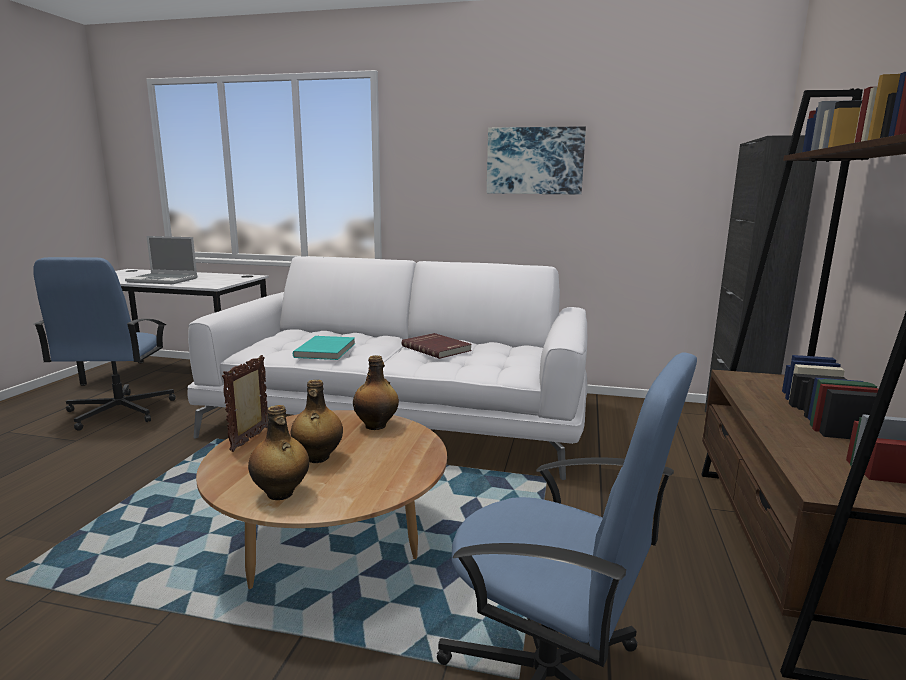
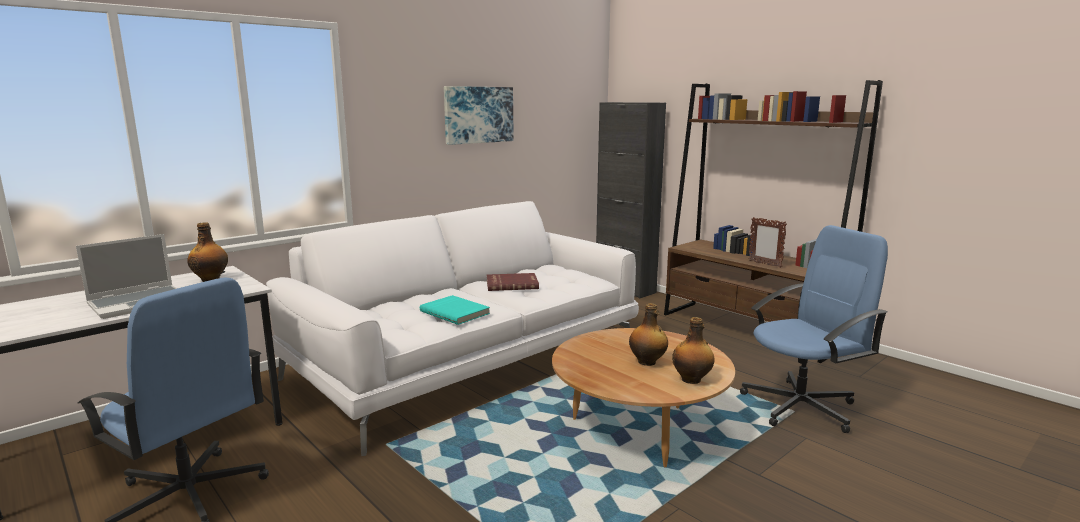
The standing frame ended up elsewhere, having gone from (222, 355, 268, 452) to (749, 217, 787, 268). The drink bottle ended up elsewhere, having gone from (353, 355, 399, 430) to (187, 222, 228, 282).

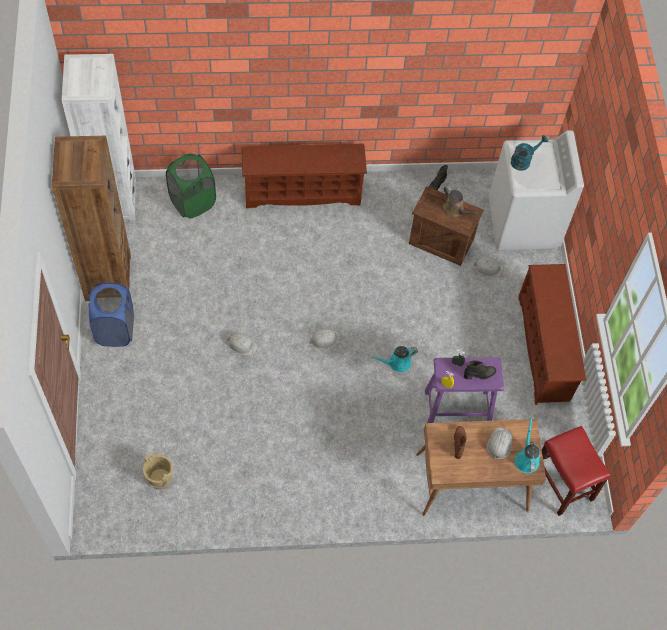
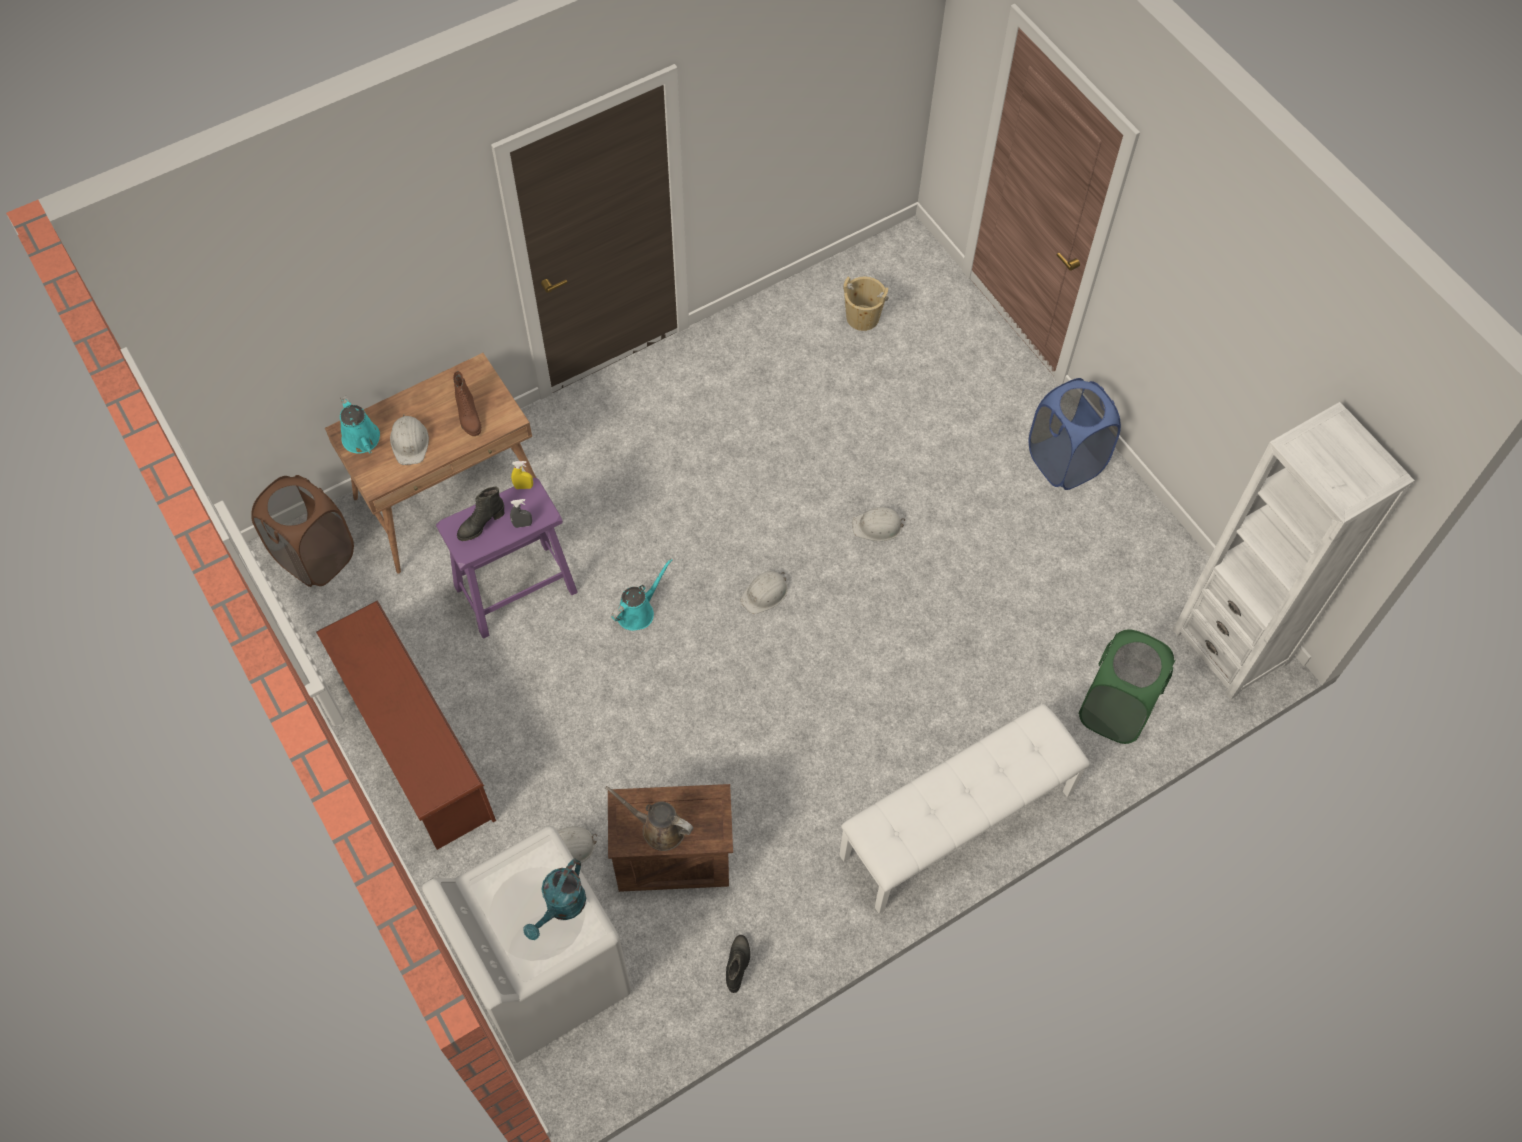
The second view lost the brown-coloured bookshelf at (52, 136, 131, 301). Where the brown-coloured shoe rack stood at (241, 144, 367, 208), the white-coloured long seat came to stand at (840, 704, 1090, 914). Where the reddish sitting stool stood at (542, 426, 611, 516), the brown-coloured laundry basket came to stand at (251, 475, 354, 587).

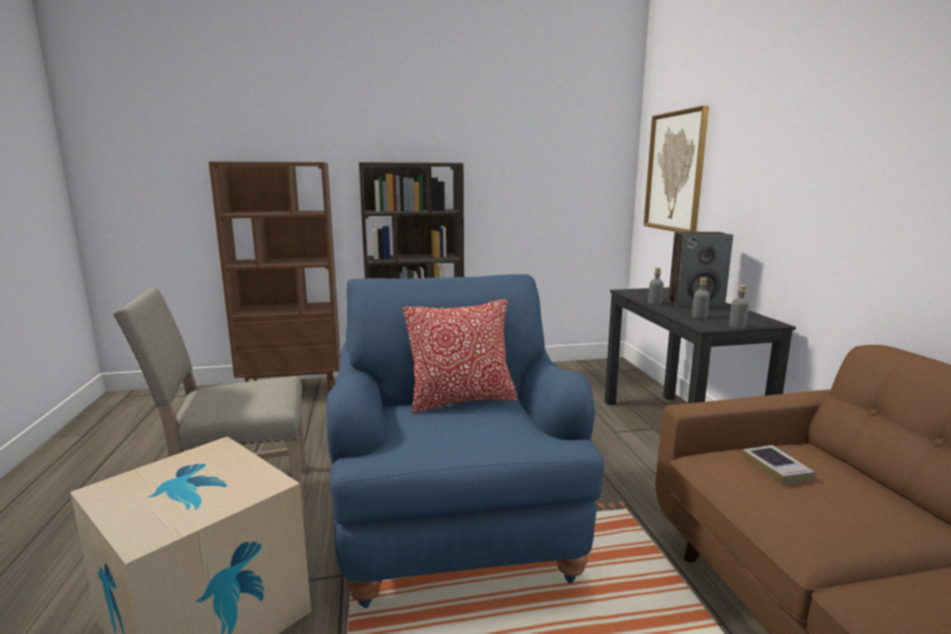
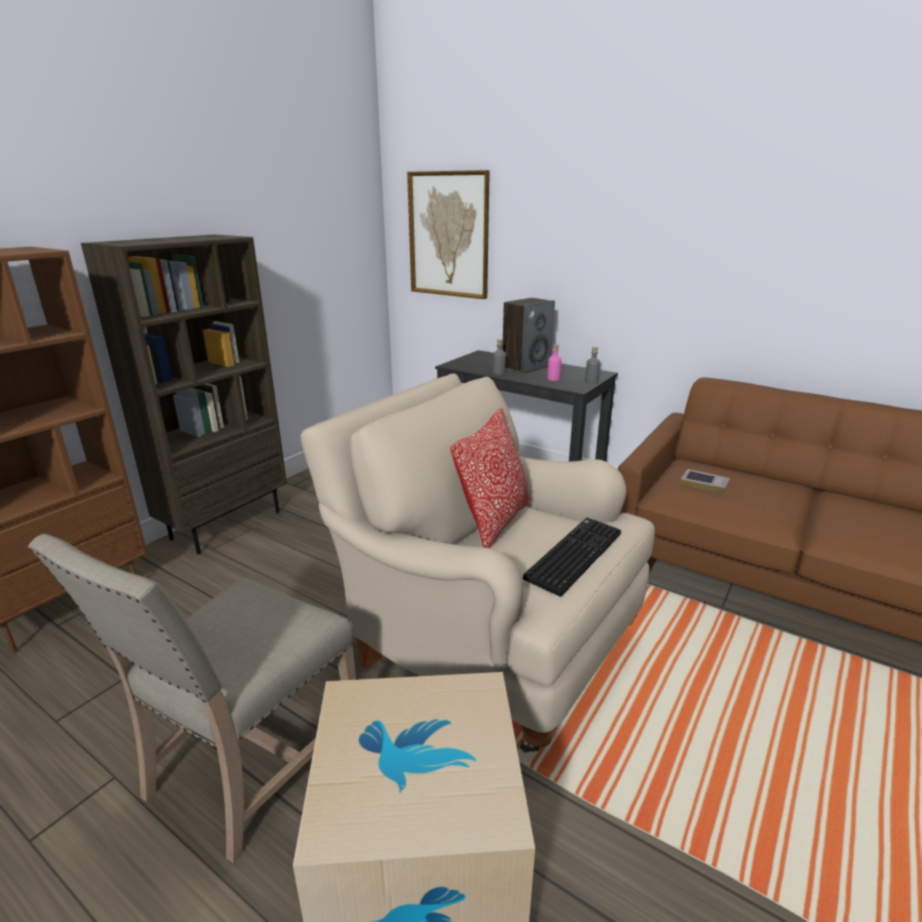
What was the blue easy chair at (327, 274, 604, 608) turned into the sand-coloured easy chair at (301, 373, 655, 753). What was the gray drink bottle at (692, 278, 710, 318) turned into the pinkish drink bottle at (547, 344, 562, 381). The second view gained the keyboard at (523, 518, 621, 597).

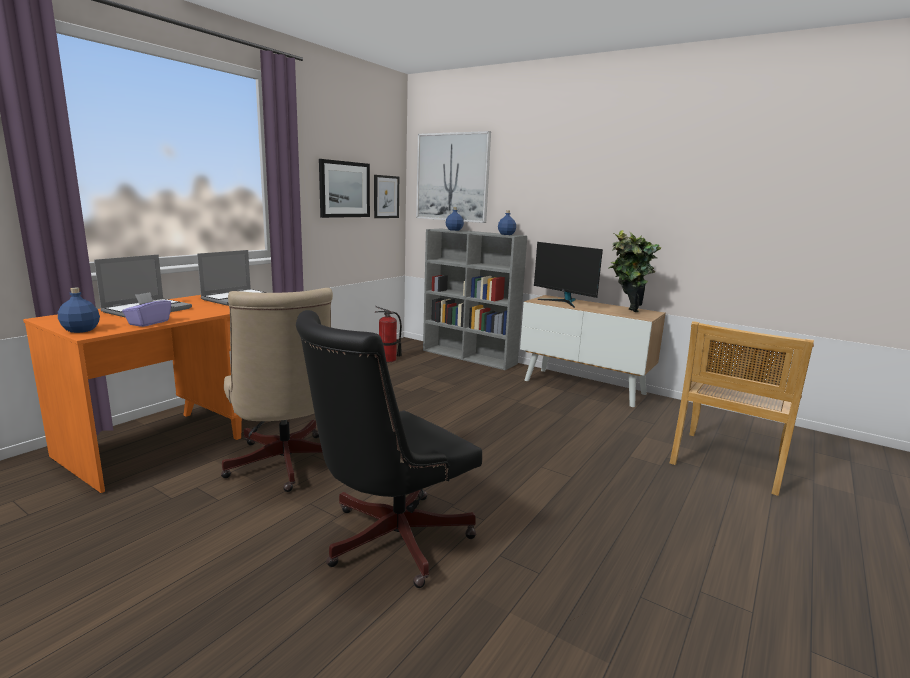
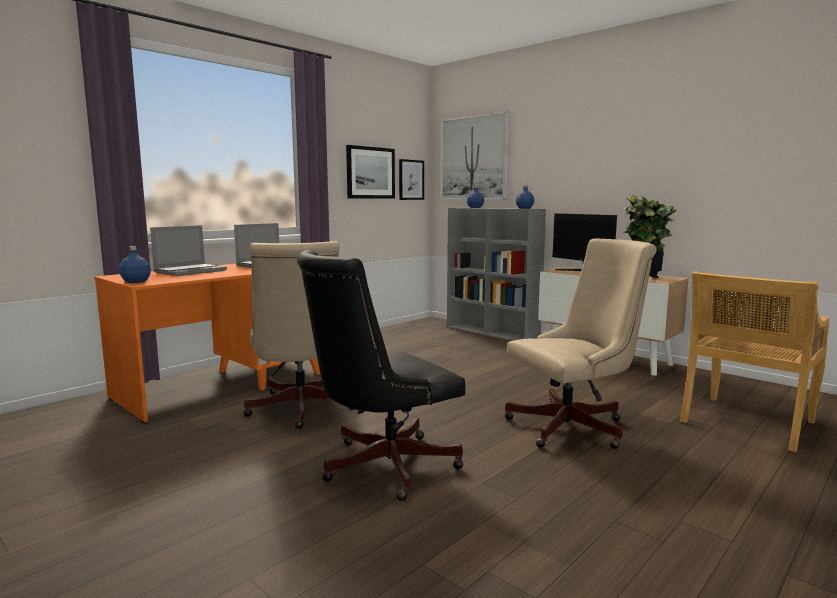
The second view lost the purple-coloured box of tissues at (122, 292, 171, 327). The second view lost the fire extinguisher at (375, 306, 402, 362). The second view gained the sand-coloured computer chair at (505, 238, 657, 449).

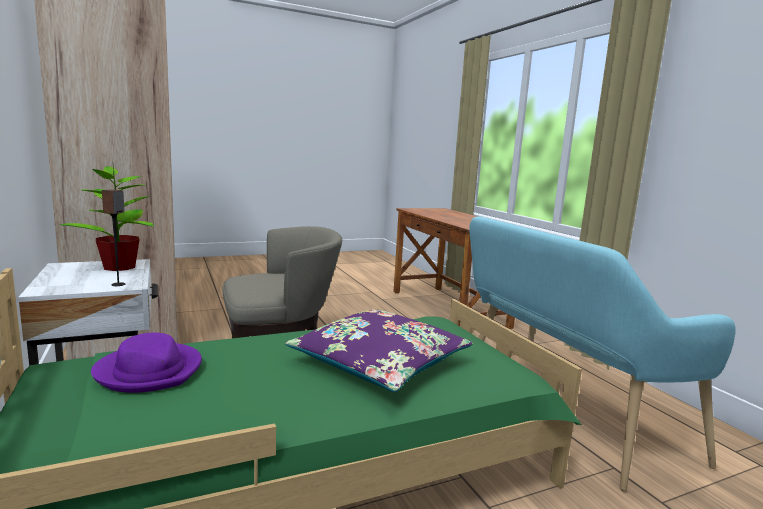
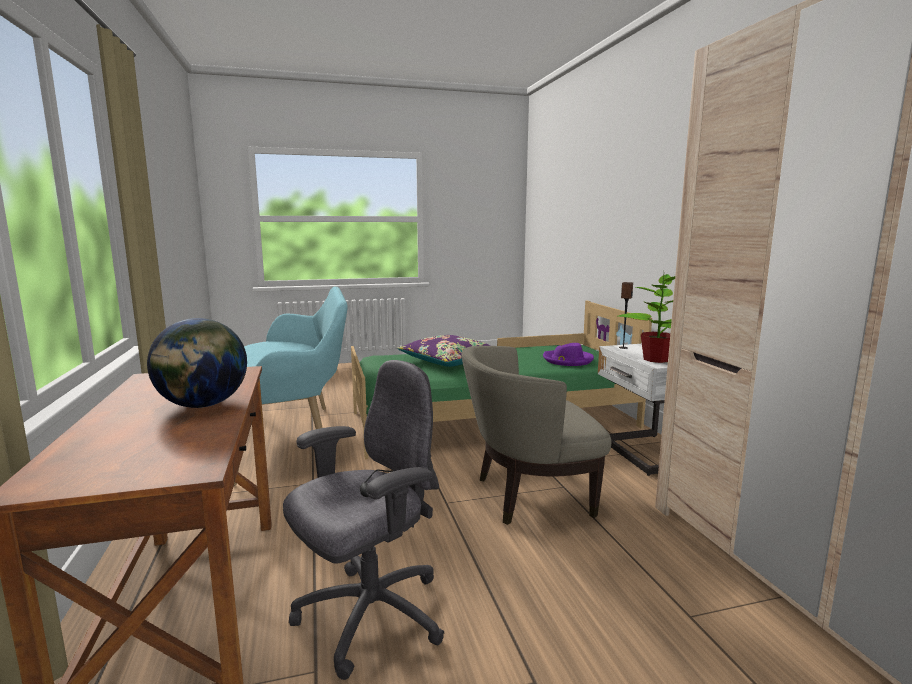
The second view gained the world globe at (147, 318, 247, 408). The second view gained the gray computer chair at (283, 360, 445, 680).

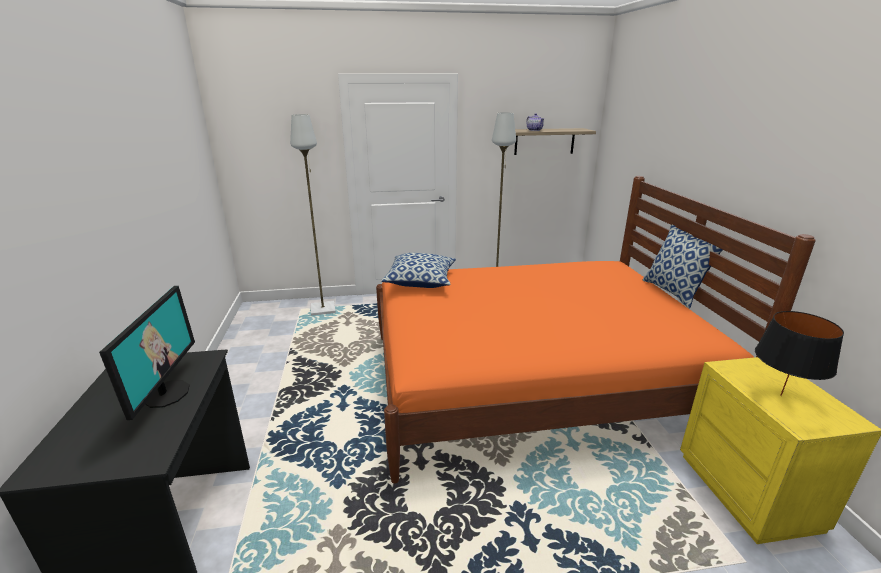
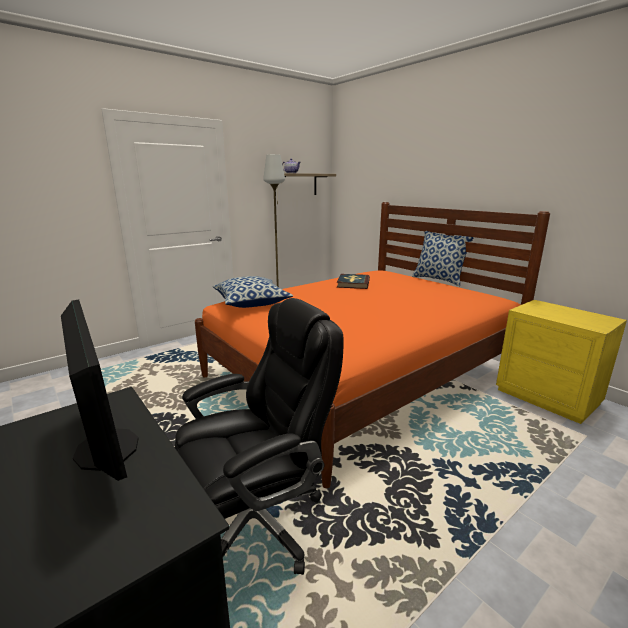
The second view lost the gray standard lamp at (290, 114, 336, 316). The second view lost the blackish lamp for a table at (755, 311, 844, 396). The second view gained the book at (337, 274, 370, 289). The second view gained the blackish computer chair at (175, 298, 344, 575).

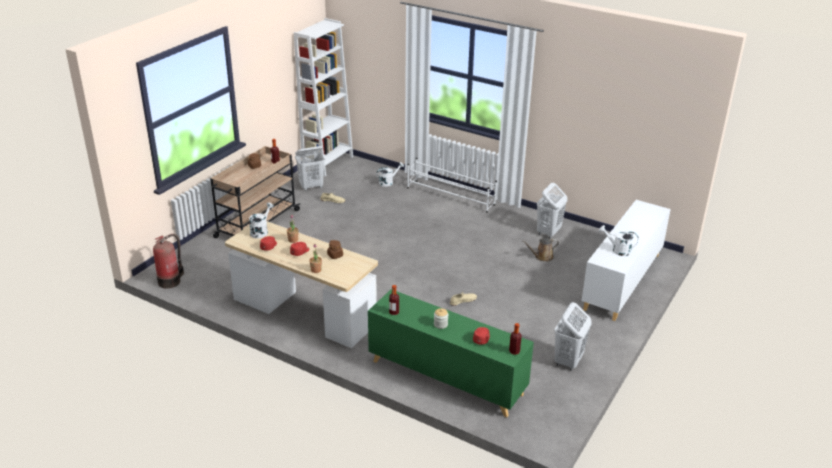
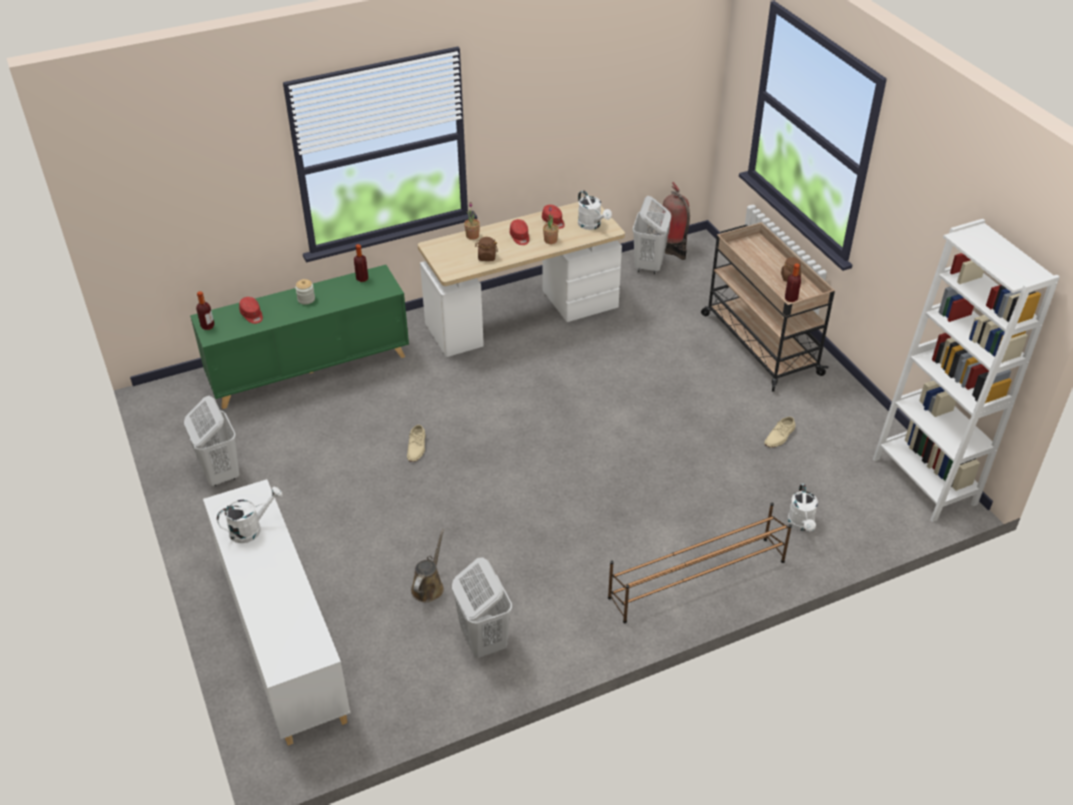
The white-coloured laundry basket ended up elsewhere, having gone from (295, 146, 325, 190) to (632, 196, 671, 275). What was the white-coloured shoe rack at (407, 158, 497, 213) turned into the brown-coloured shoe rack at (608, 502, 792, 623).

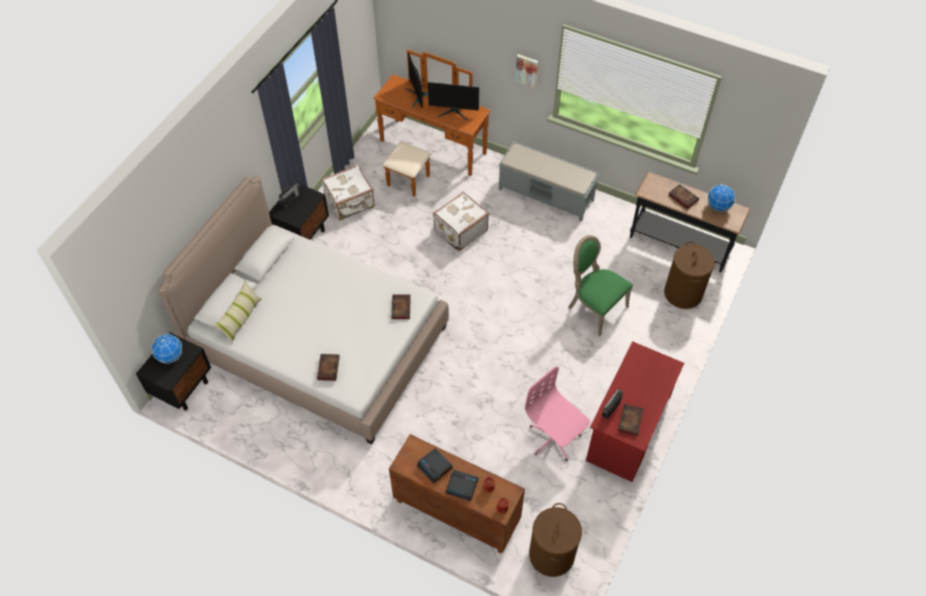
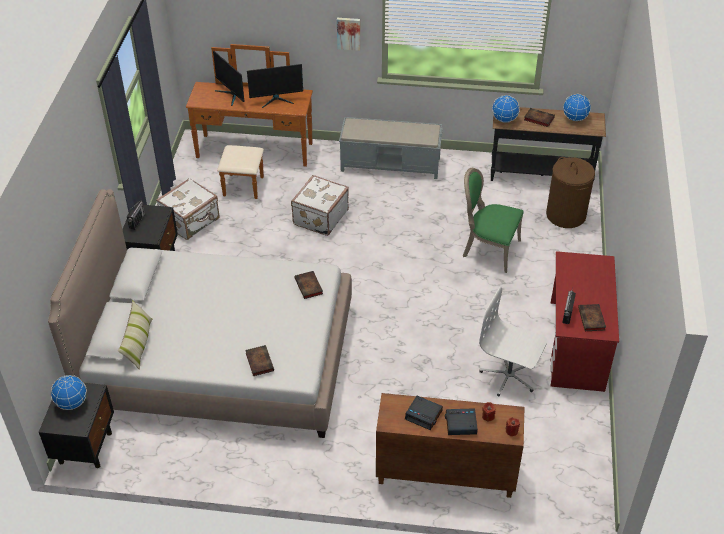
What was the pinkish computer chair at (525, 366, 590, 461) turned into the white-coloured computer chair at (479, 287, 547, 396). The second view lost the brown-coloured laundry basket at (529, 503, 582, 577). The second view gained the world globe at (492, 95, 520, 123).

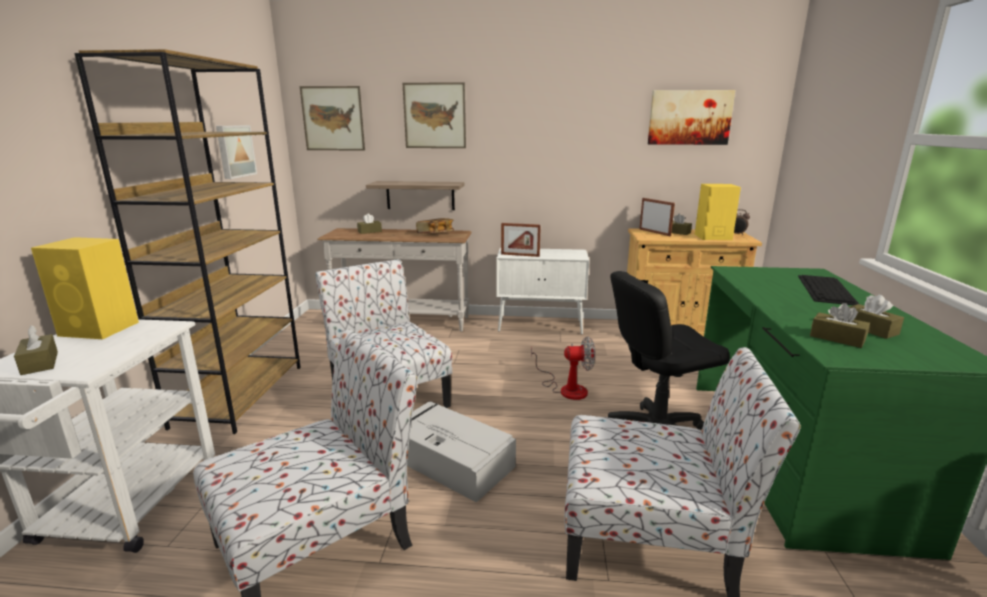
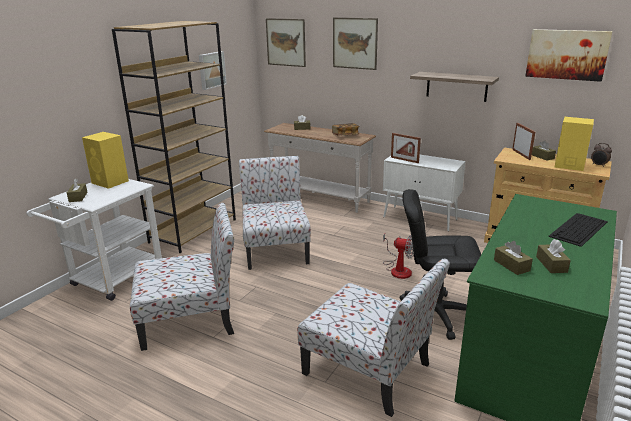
The shelf ended up elsewhere, having gone from (366, 181, 464, 210) to (410, 72, 499, 102). The second view lost the gray storage box at (407, 401, 516, 503).

